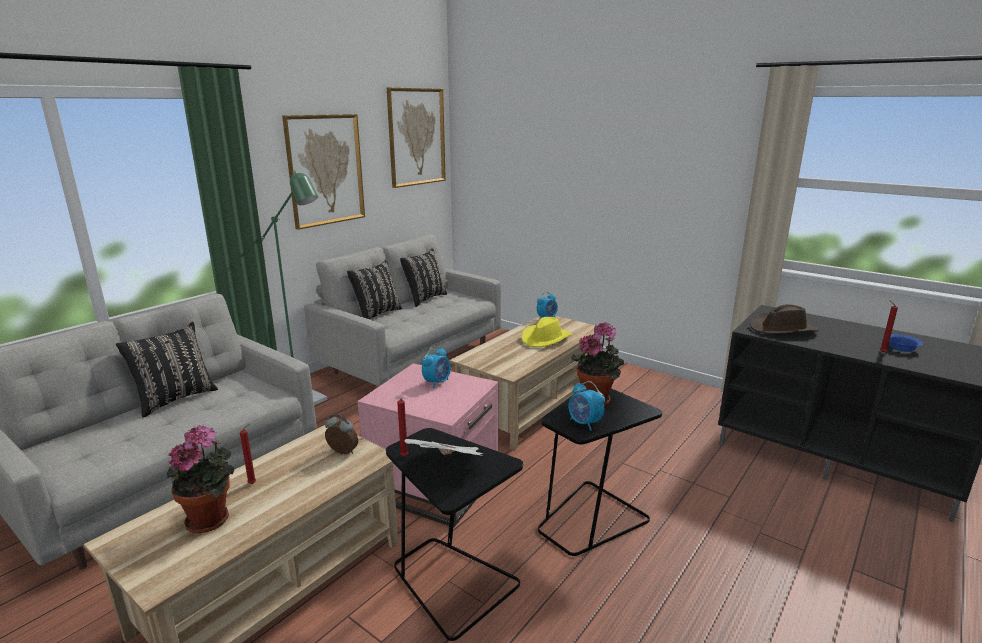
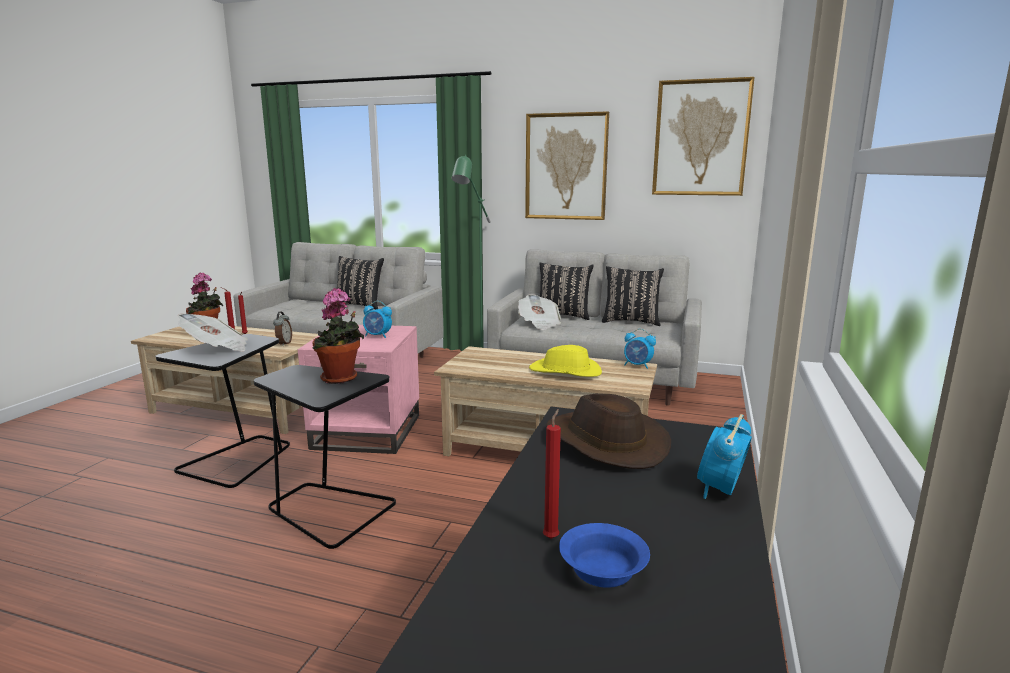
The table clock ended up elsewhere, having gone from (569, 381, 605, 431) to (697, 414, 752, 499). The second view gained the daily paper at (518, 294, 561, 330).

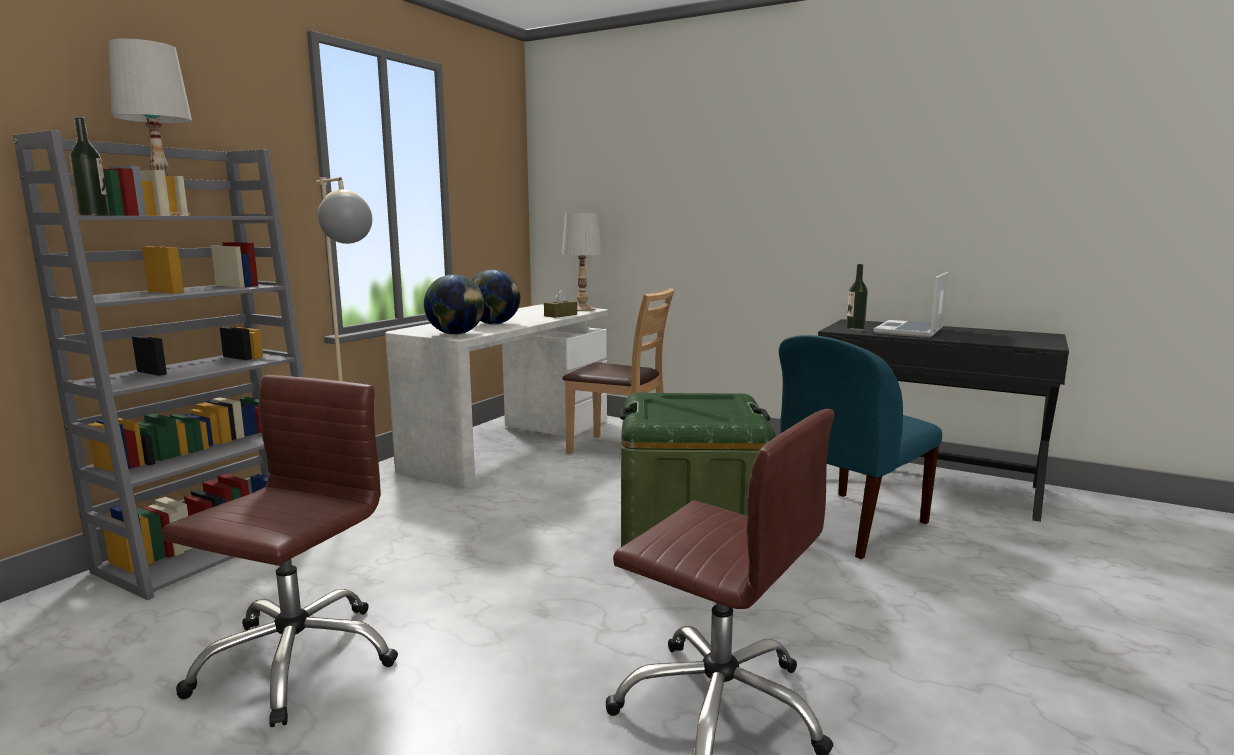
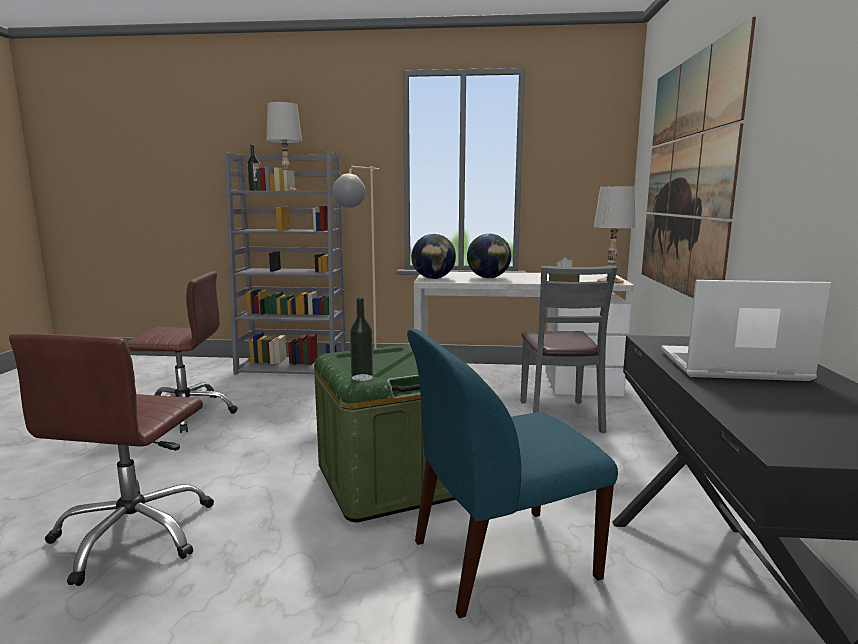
The drink bottle ended up elsewhere, having gone from (846, 264, 868, 331) to (350, 298, 373, 381). What was the brown-coloured plain chair at (563, 288, 675, 454) turned into the gray plain chair at (521, 266, 618, 433). The blue plain chair at (779, 335, 942, 559) ended up facing another way, 45 degrees counterclockwise from before. The second view gained the wall picture at (642, 17, 756, 299).

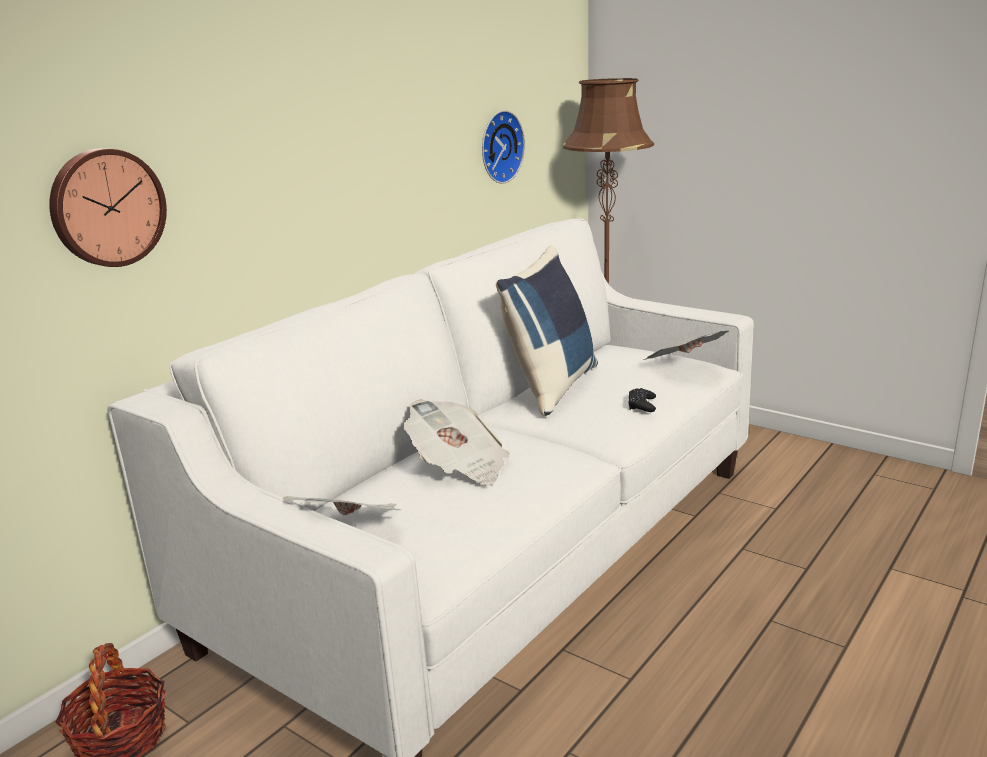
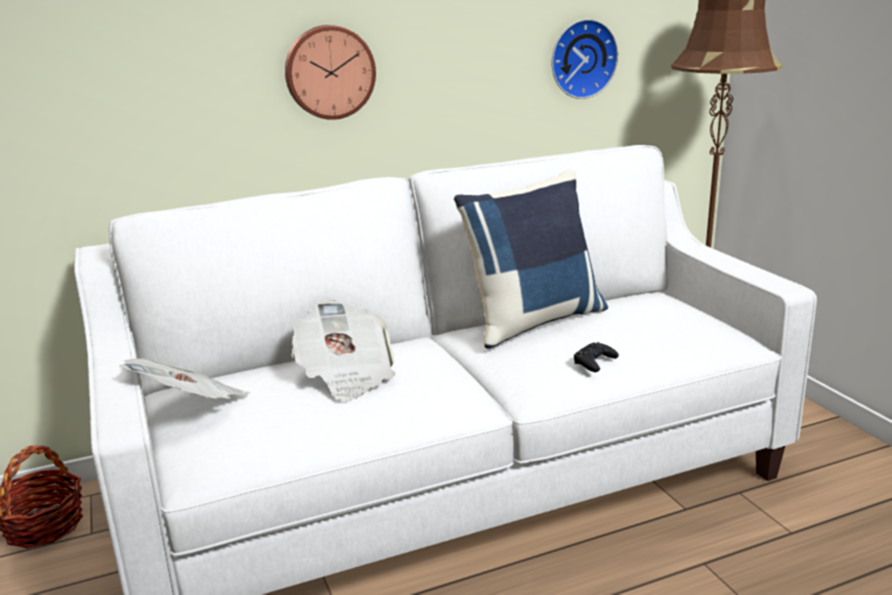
The hanging clock ended up elsewhere, having gone from (49, 148, 167, 267) to (285, 25, 376, 120). The second view lost the daily paper at (643, 331, 729, 360).

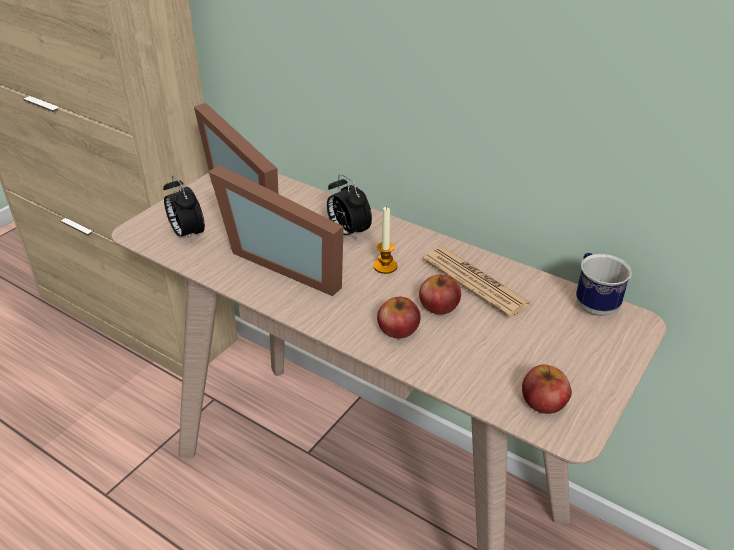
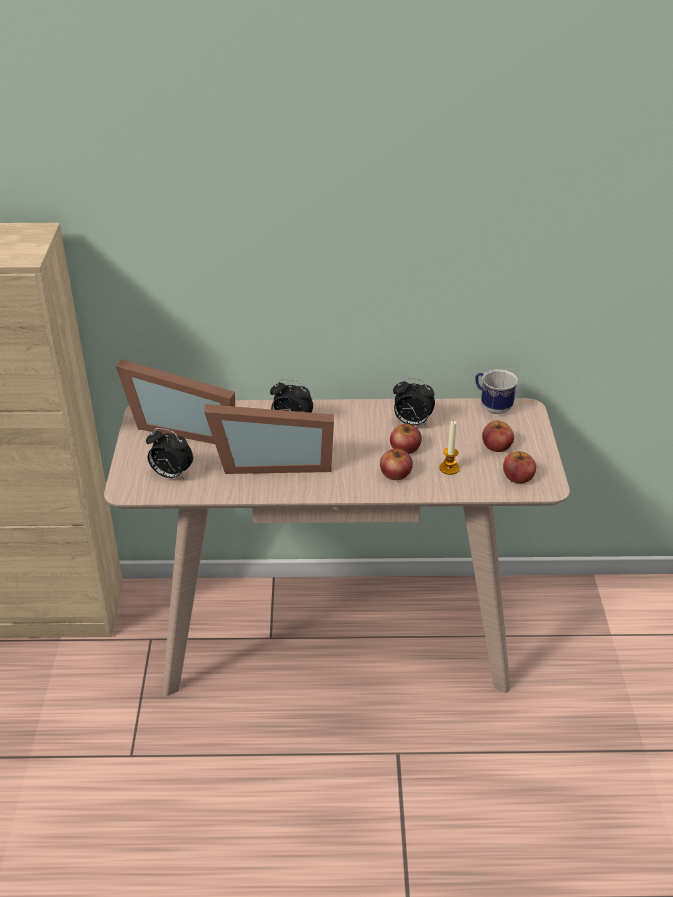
The wax light ended up elsewhere, having gone from (374, 207, 397, 274) to (440, 420, 460, 475). Where the daily paper stood at (423, 247, 532, 318), the table clock came to stand at (393, 378, 435, 426). The second view gained the apple fruit at (482, 420, 514, 452).

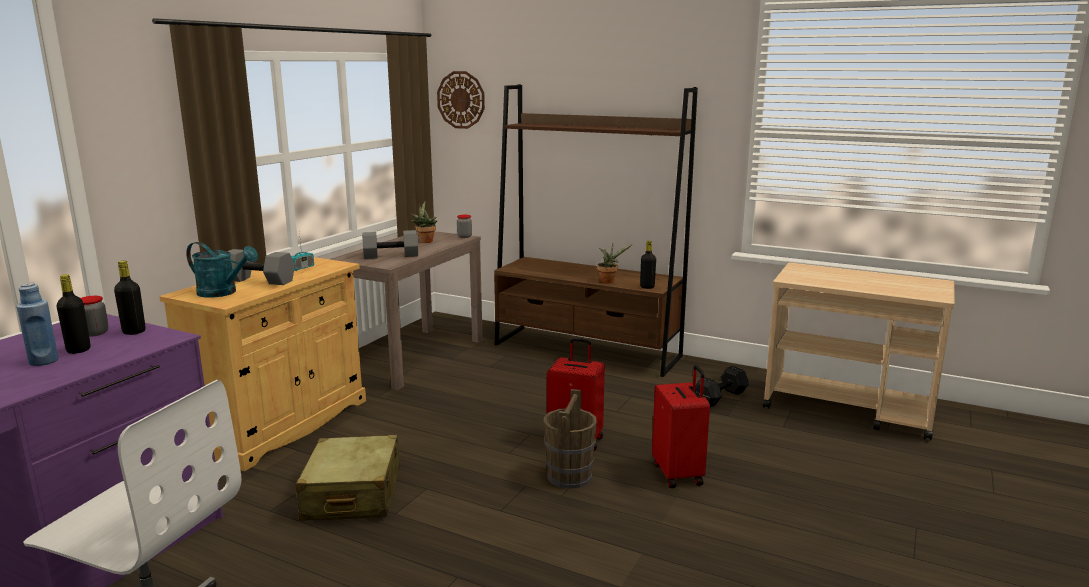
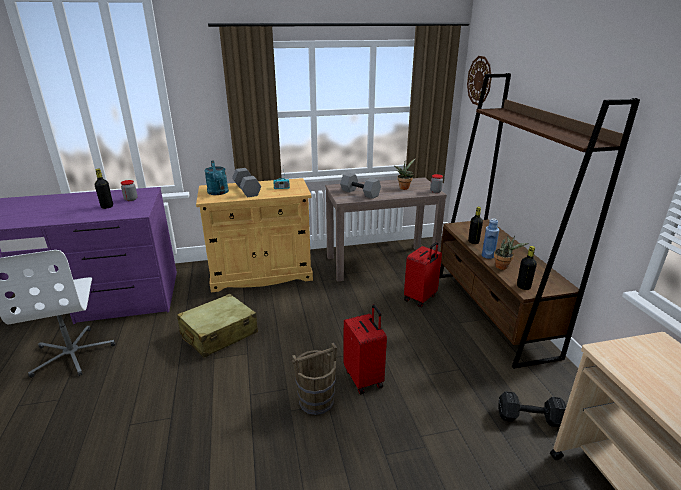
The blackish drink bottle ended up elsewhere, having gone from (114, 261, 146, 335) to (468, 207, 483, 244). The blue drink bottle ended up elsewhere, having gone from (16, 283, 59, 366) to (482, 218, 499, 259). The reddish piece of luggage ended up elsewhere, having gone from (652, 365, 710, 488) to (404, 242, 442, 307).

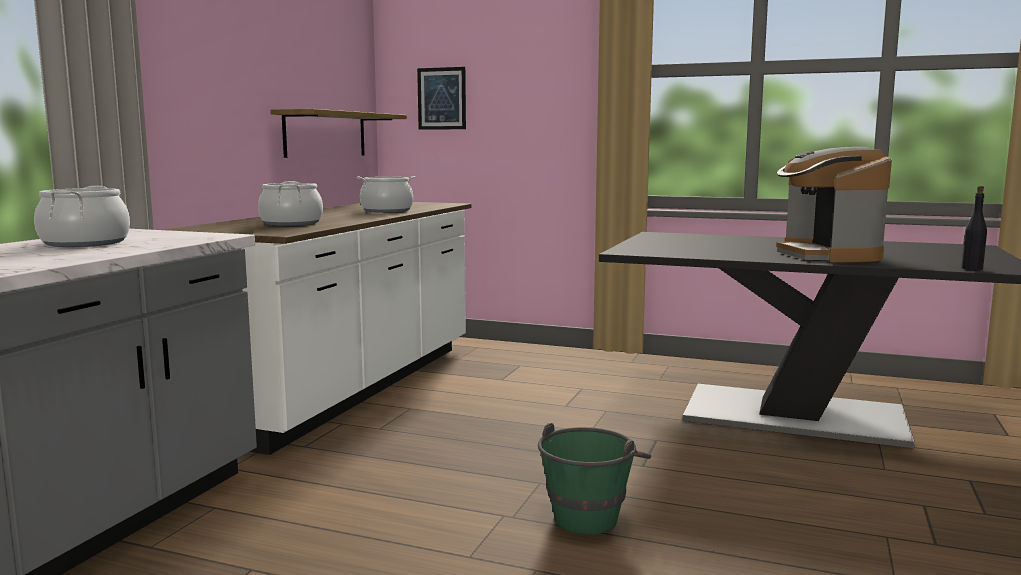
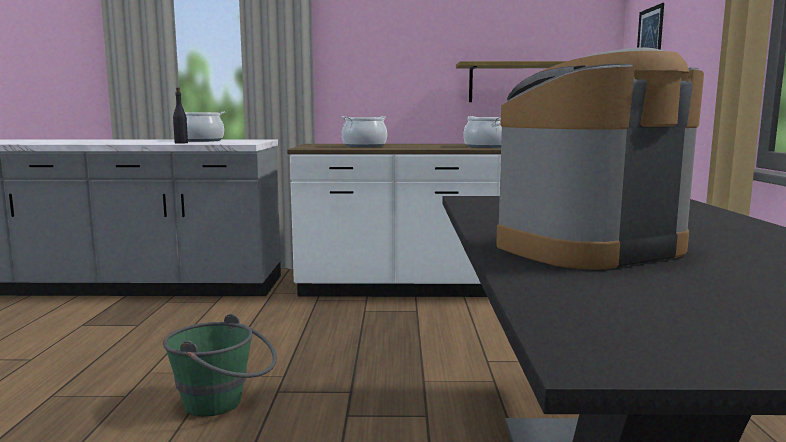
The blackish drink bottle ended up elsewhere, having gone from (961, 186, 987, 270) to (173, 87, 188, 144).

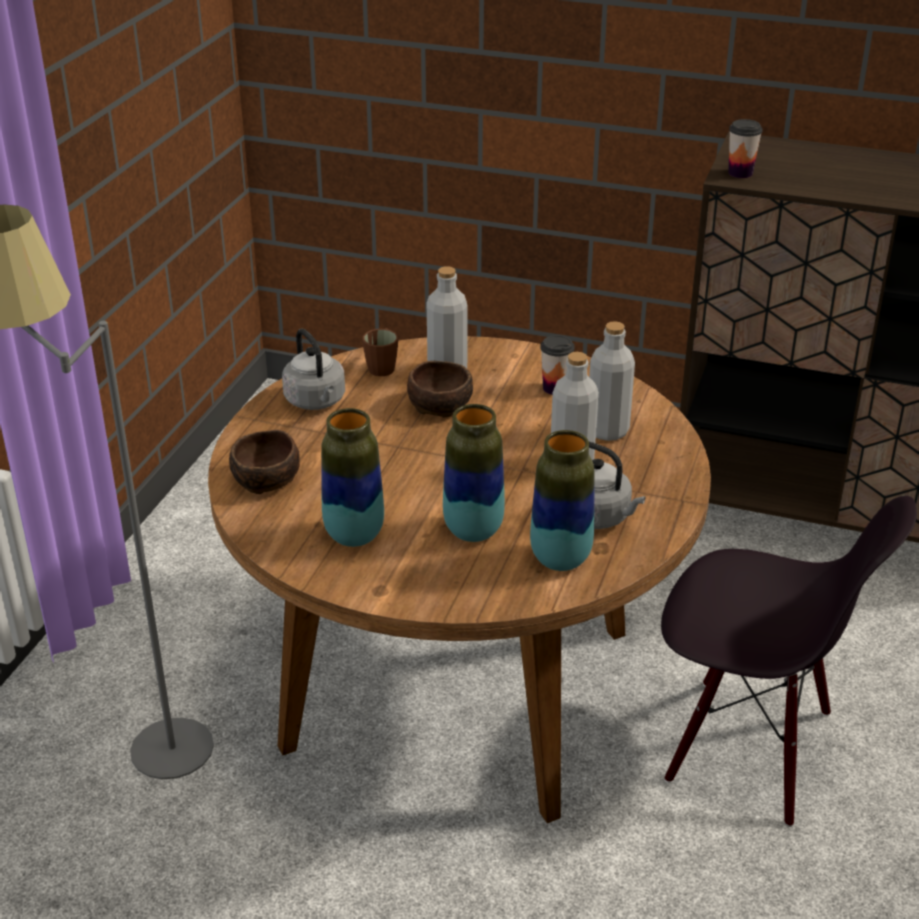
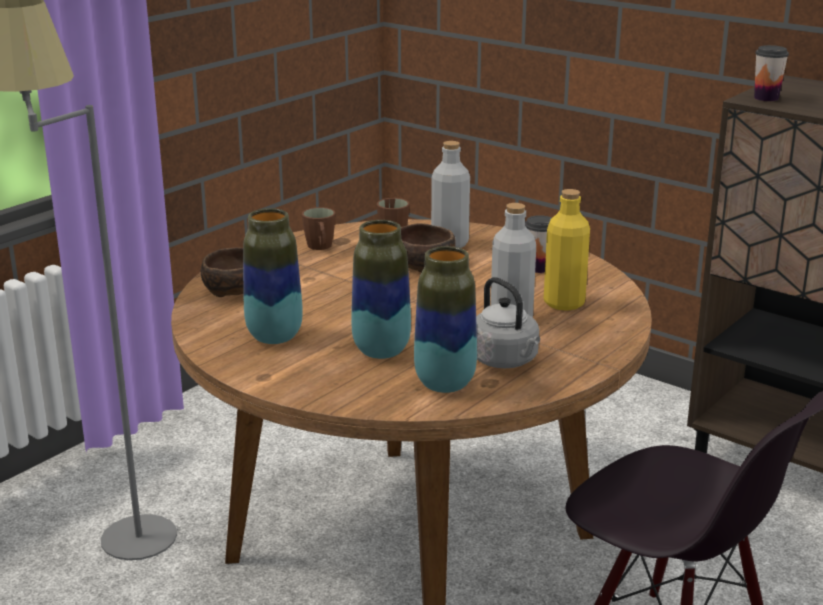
What was the gray drink bottle at (589, 321, 635, 441) turned into the yellowish drink bottle at (544, 189, 590, 311). Where the gray kettle stood at (282, 329, 345, 410), the brown-coloured coffee mug came to stand at (302, 207, 336, 250).

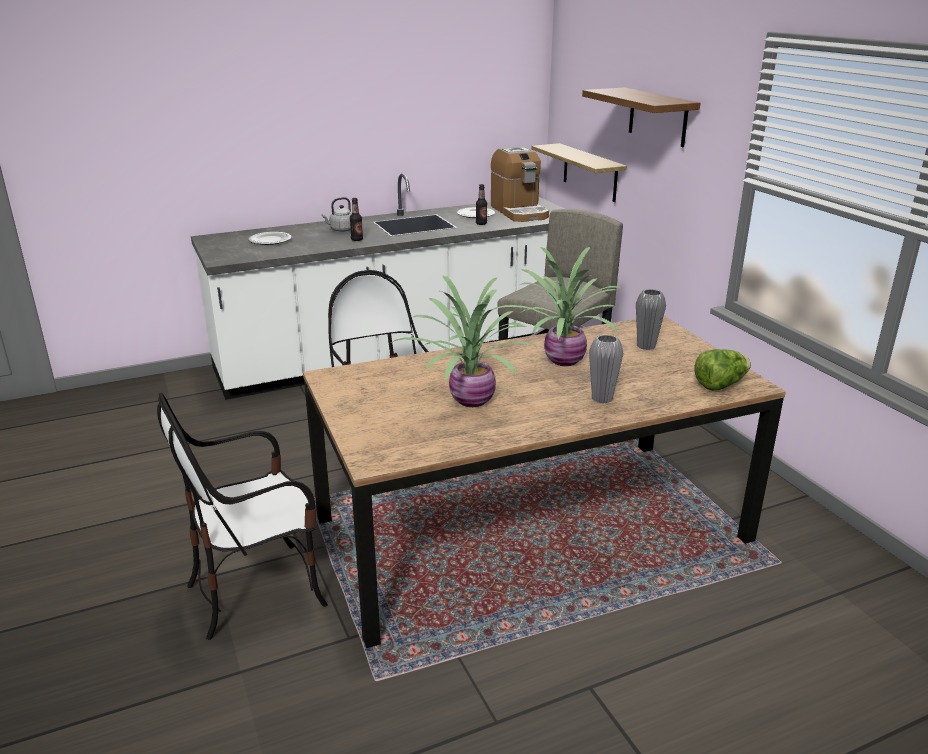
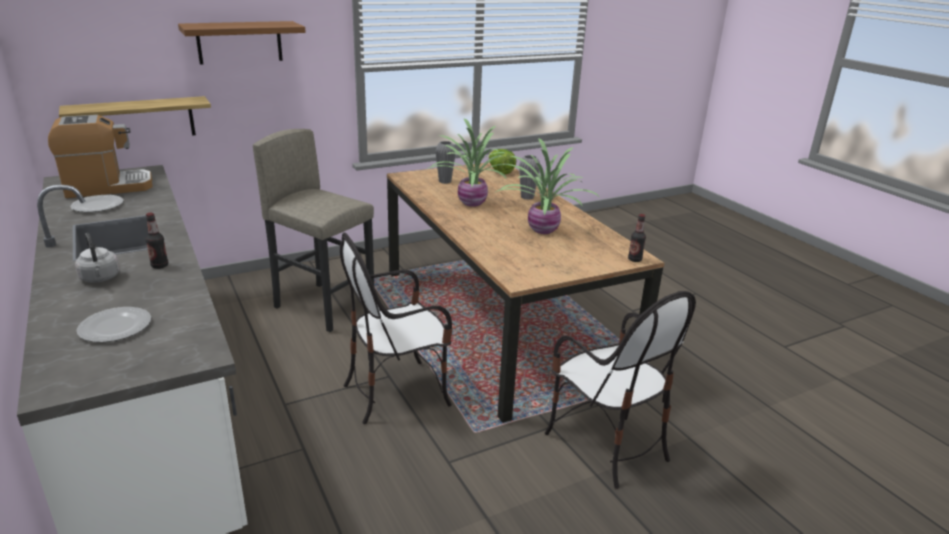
The drink bottle ended up elsewhere, having gone from (476, 184, 487, 225) to (628, 214, 646, 262).

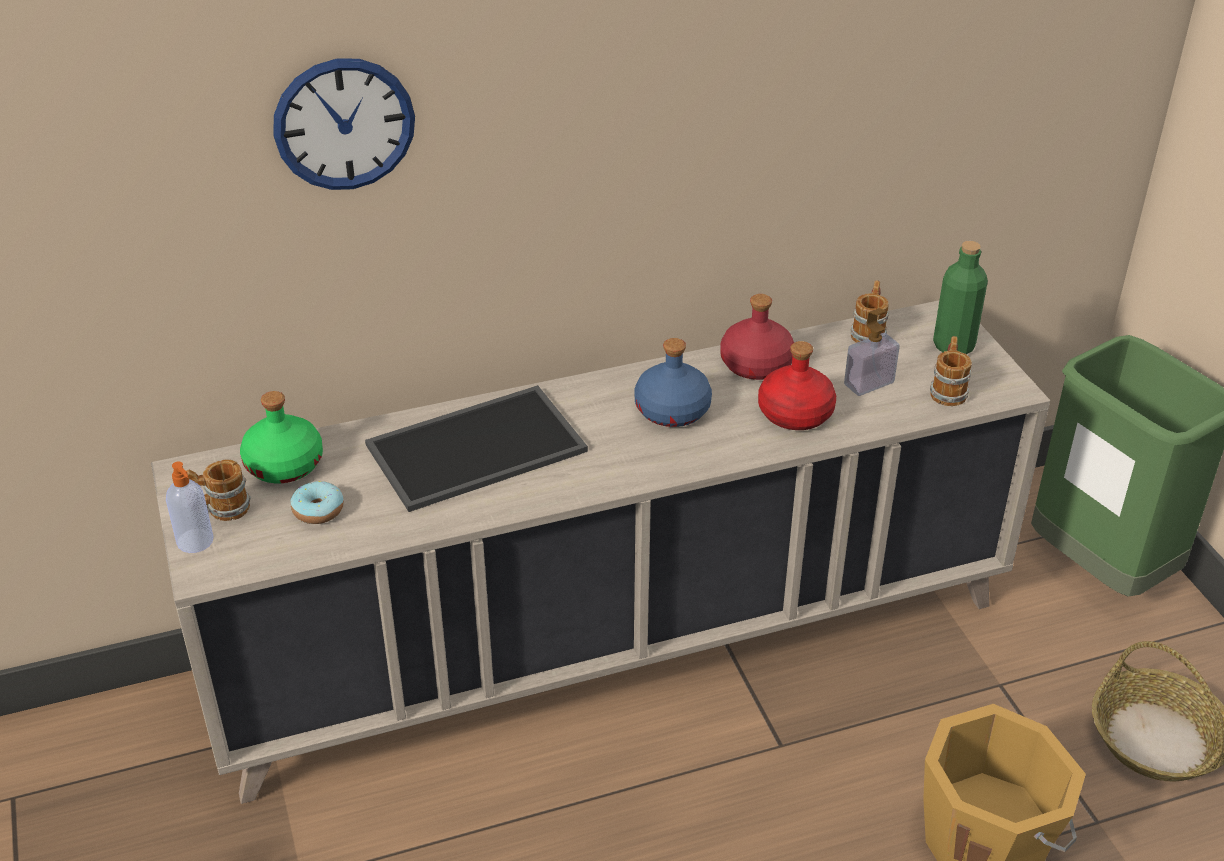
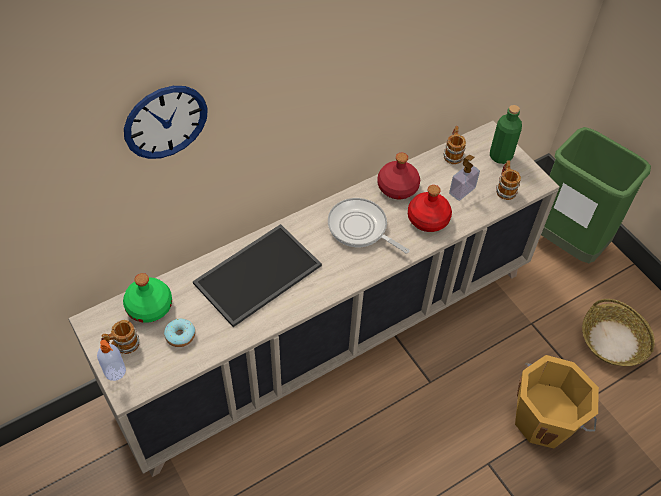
Where the blue drink bottle stood at (634, 338, 712, 427), the skillet came to stand at (328, 198, 409, 254).

